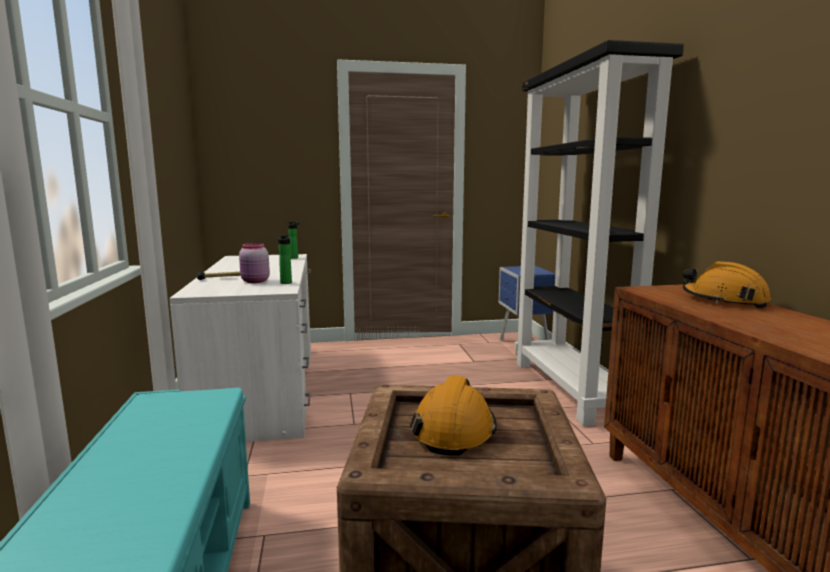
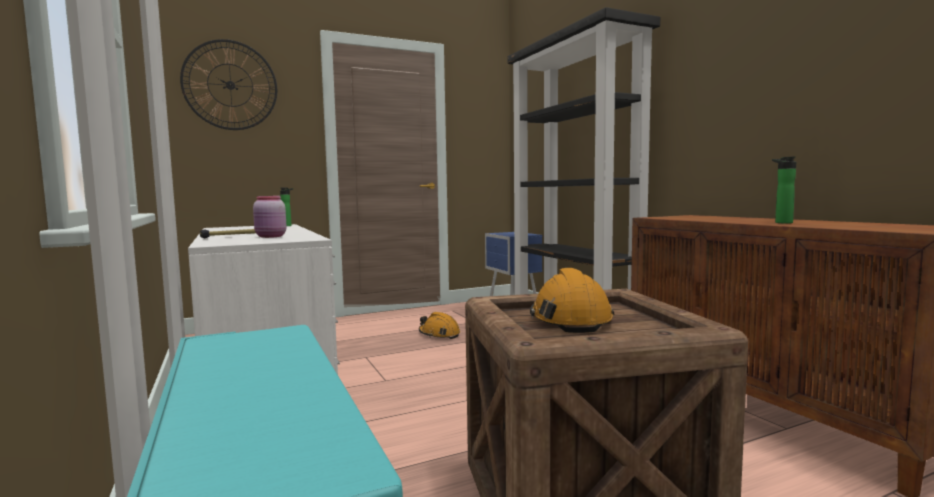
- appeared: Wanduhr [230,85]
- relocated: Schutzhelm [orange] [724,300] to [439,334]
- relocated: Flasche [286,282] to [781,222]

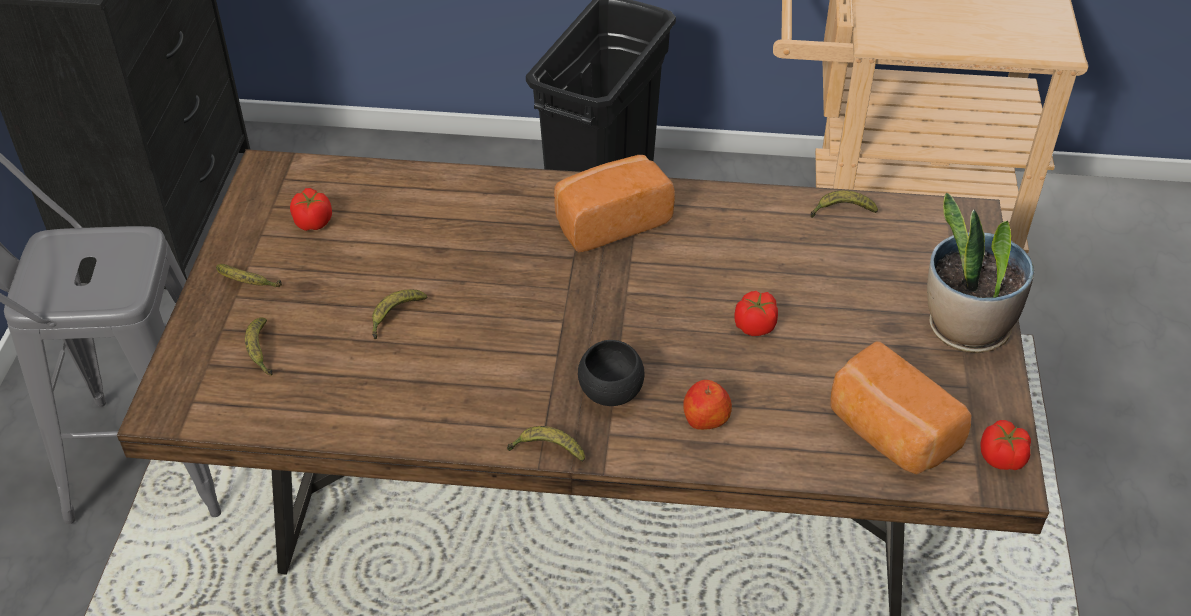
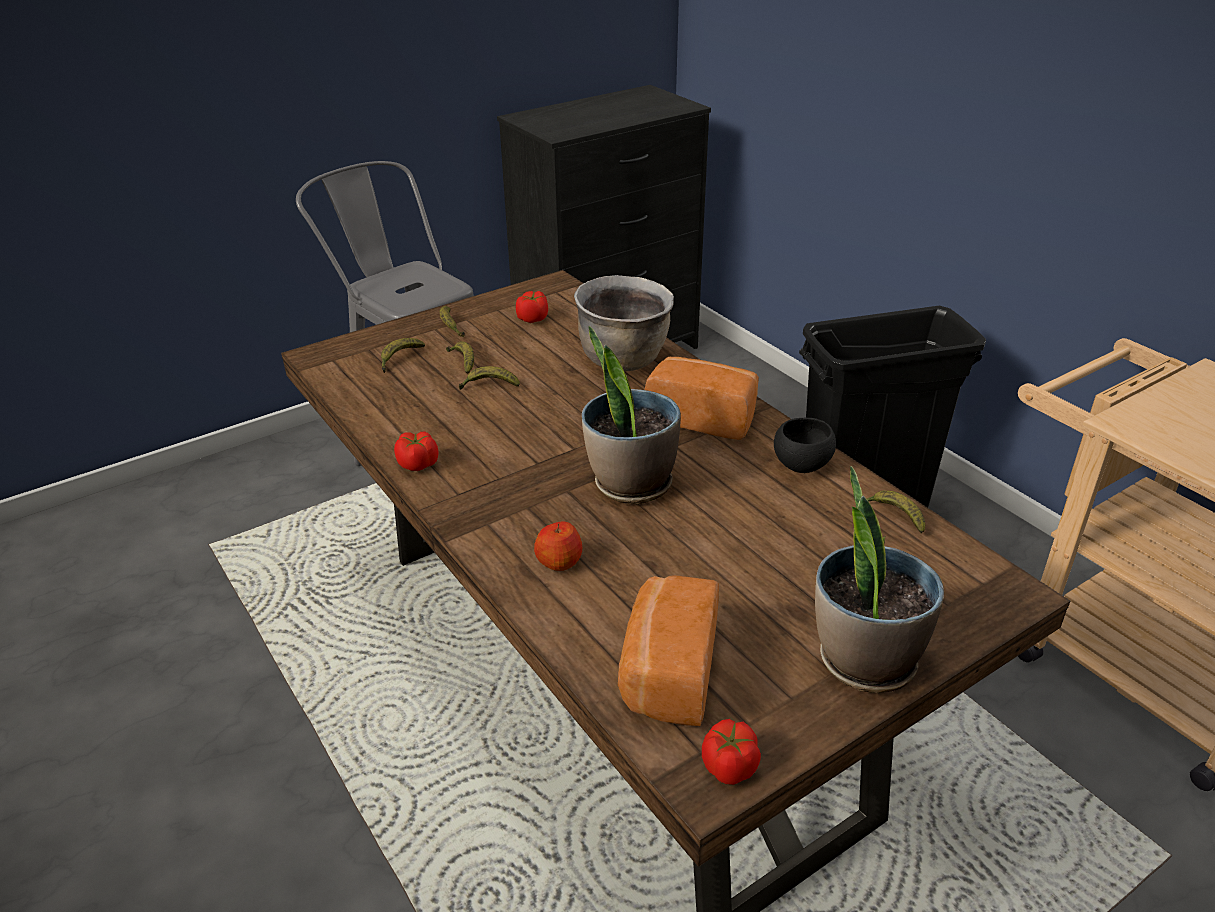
- relocated: Tomate [755,325] to [418,464]
- relocated: Banane [547,450] to [463,362]
- appeared: Kochtopf [braun] [623,359]
- appeared: Topfpflanze [630,484]
- relocated: Schüssel [schwarz] [610,392] to [802,465]

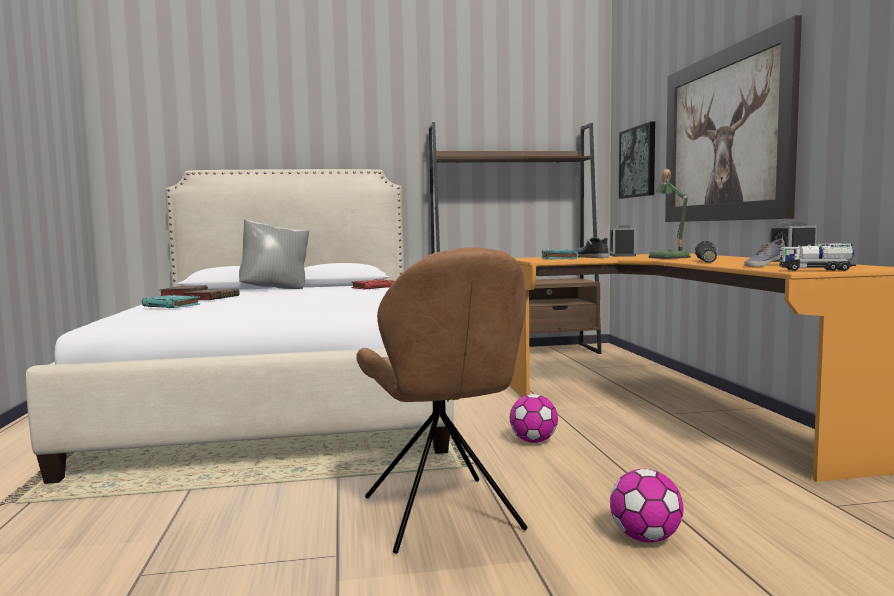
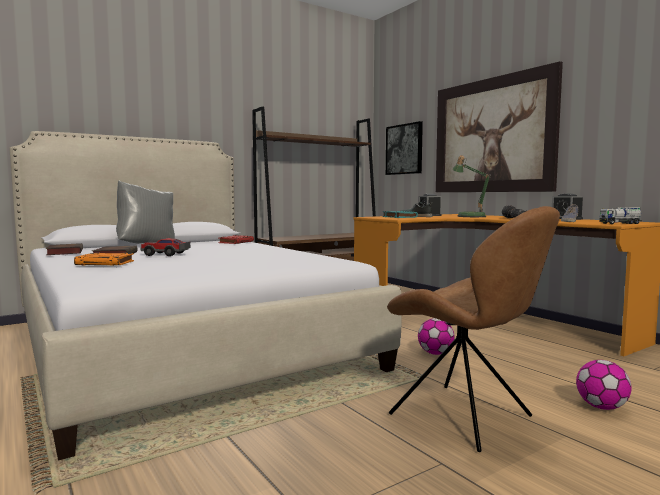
- colour: Buch [türkis] [172,305] to Buch [orange] [105,263]
- appeared: Spielzeugauto [165,254]

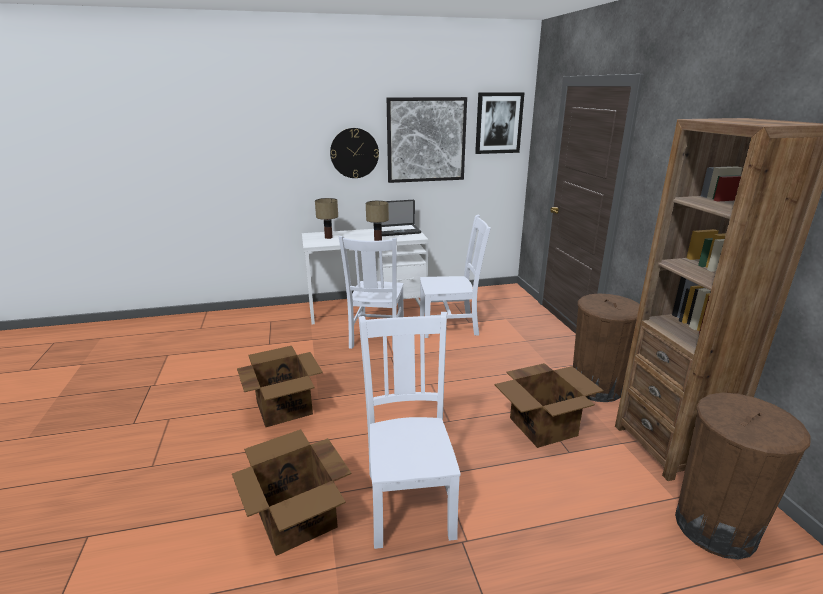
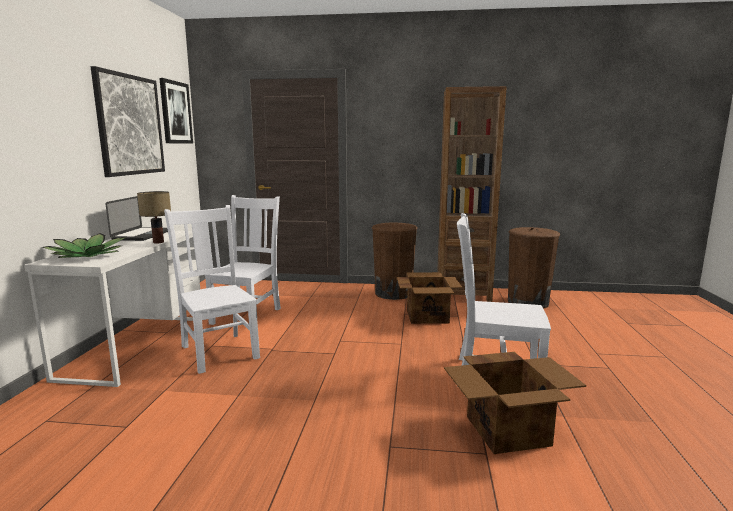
- exchanged: Tischlampe [329,237] to Topfpflanze [89,255]
- spun: Stuhl [weiß] [376,337] = [219,351] 150 degrees counterclockwise
- missing: Karton [284,407]
- missing: Wanduhr [354,153]

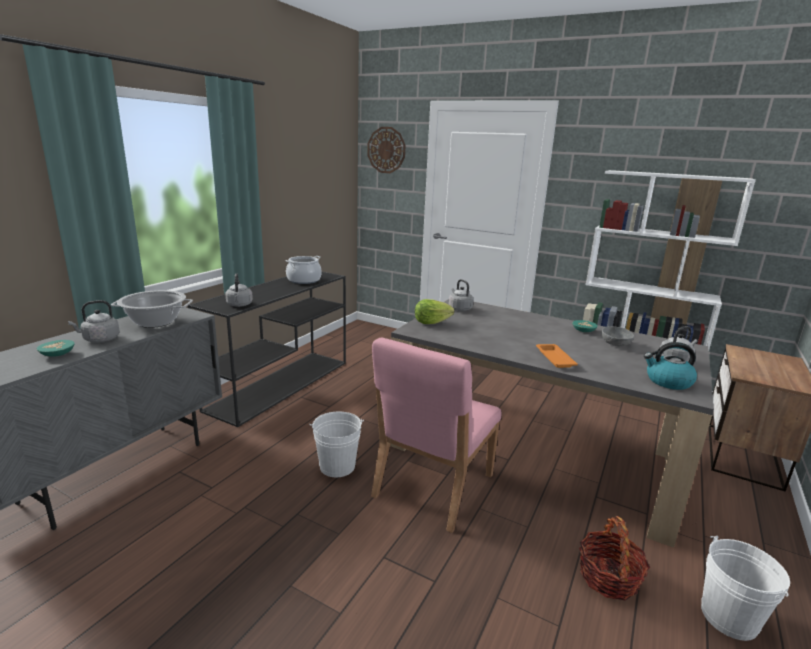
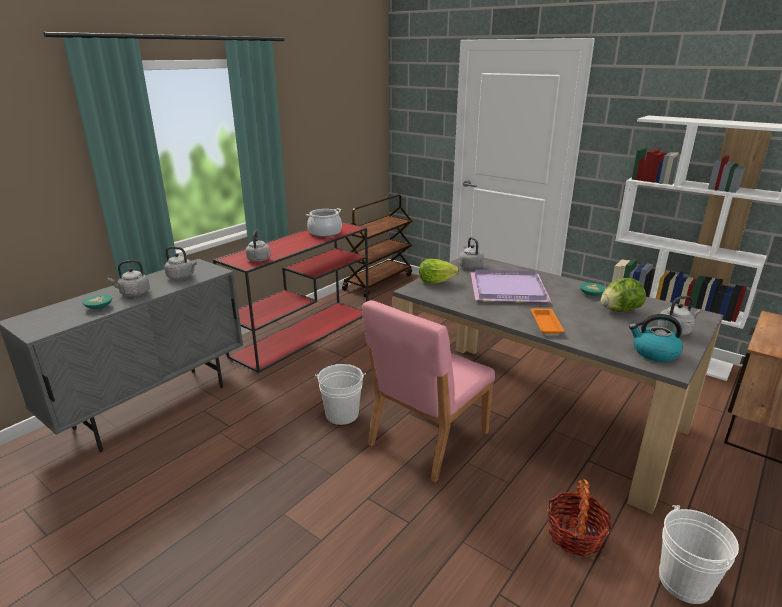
- exchanged: Kochtopf [156,322] to Wasserkessel [grau] [182,277]
- colour: Konsolentisch [schwarz] [281,384] to Konsolentisch [rot] [304,333]
- appeared: Rollwagen [braun] [378,282]
- appeared: Tablett [lila] [509,289]
- exchanged: Schüssel [grau] [616,344] to Salatkopf [619,310]
- missing: Wanduhr [386,150]

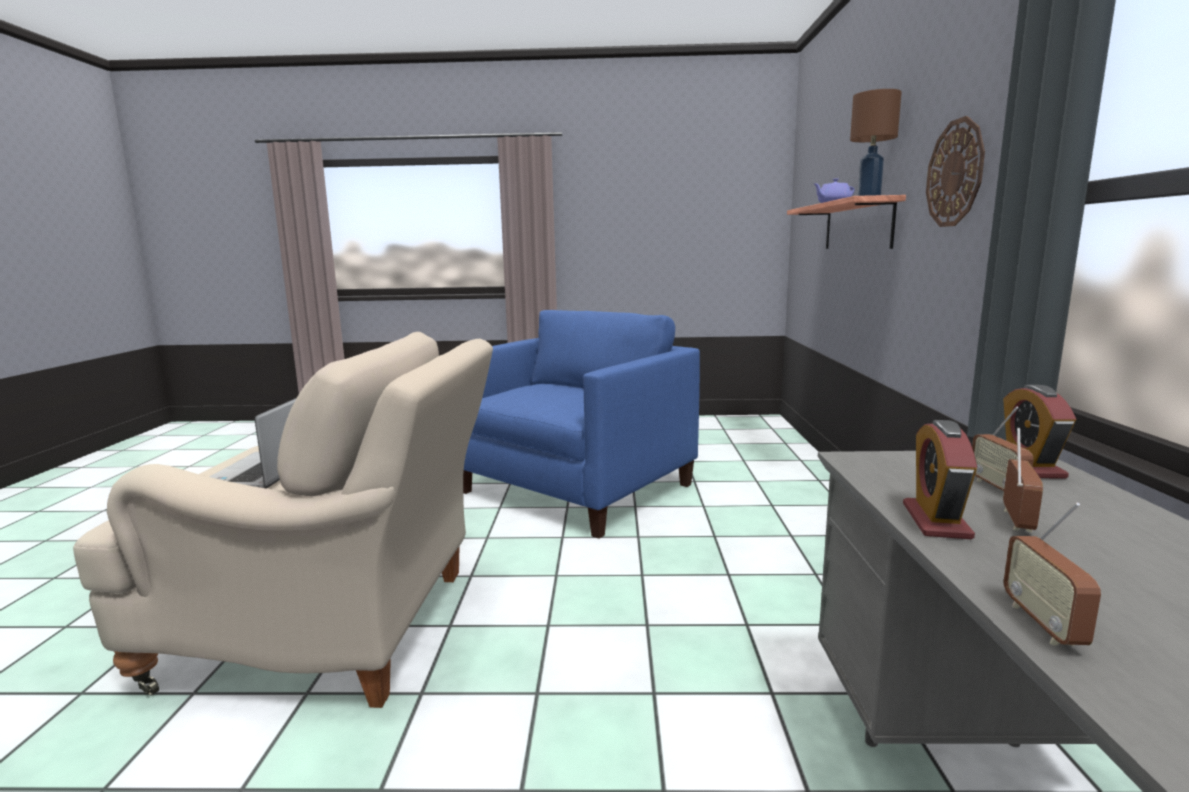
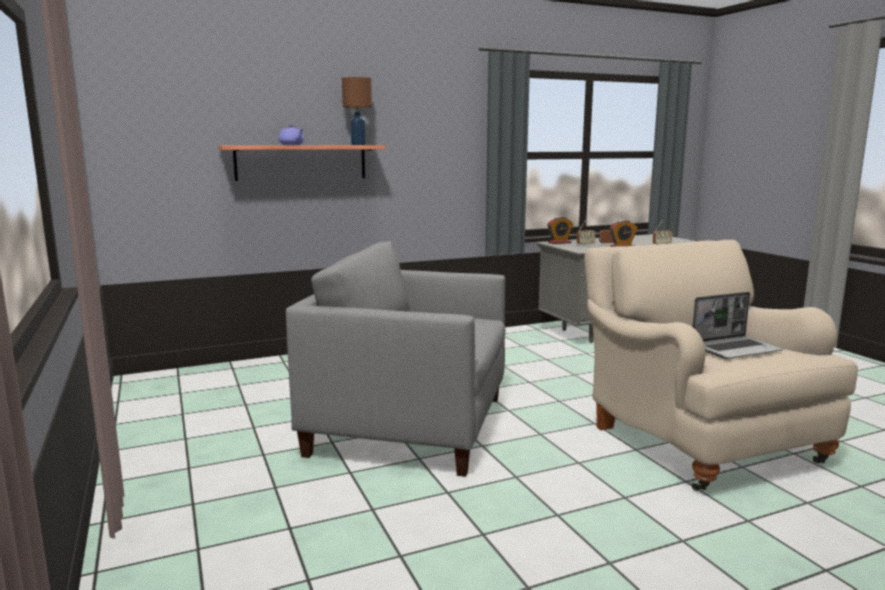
- colour: Sessel [blau] [575,488] to Sessel [grau] [410,425]
- missing: Wanduhr [955,173]

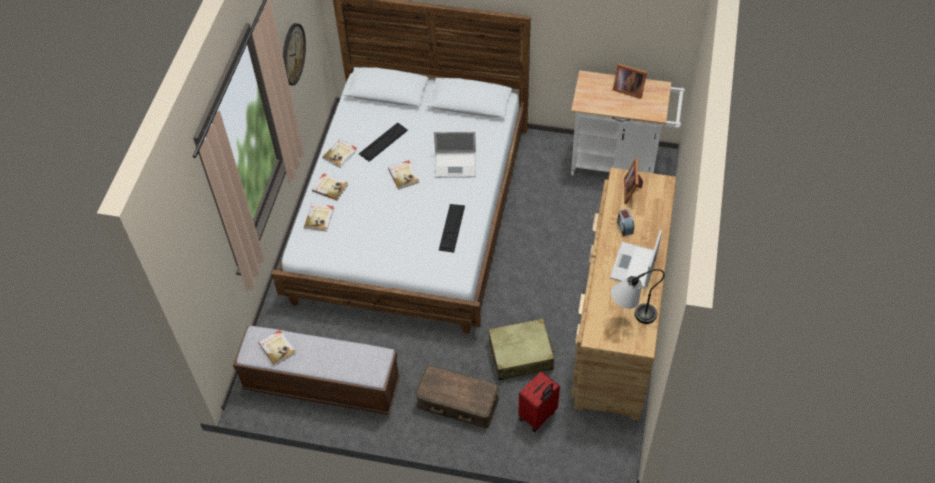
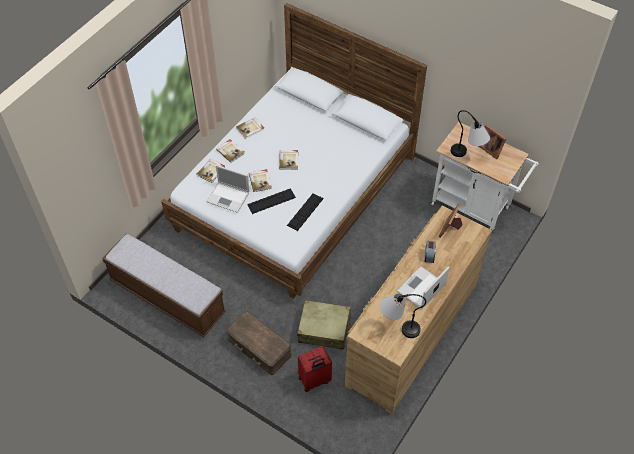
- relocated: Laptop [456,164] to [229,197]
- relocated: Tastatur [383,142] to [271,201]
- relocated: Buch [277,348] to [260,181]
- appeared: Tischlampe [467,156]
- missing: Wanduhr [292,54]

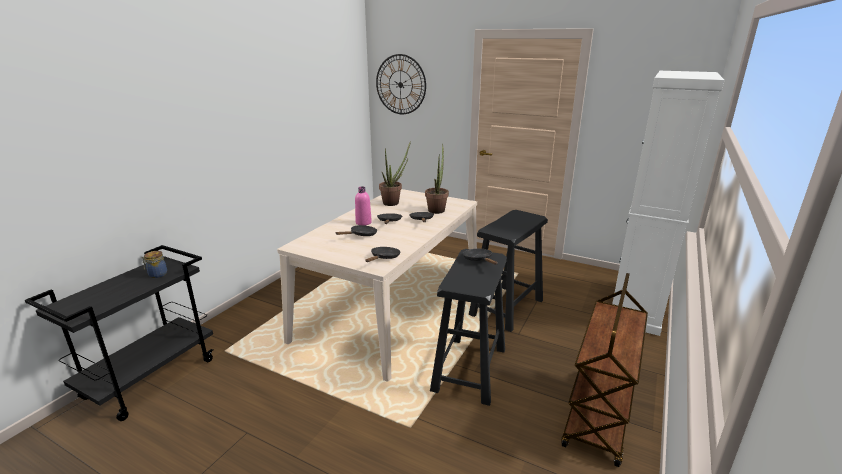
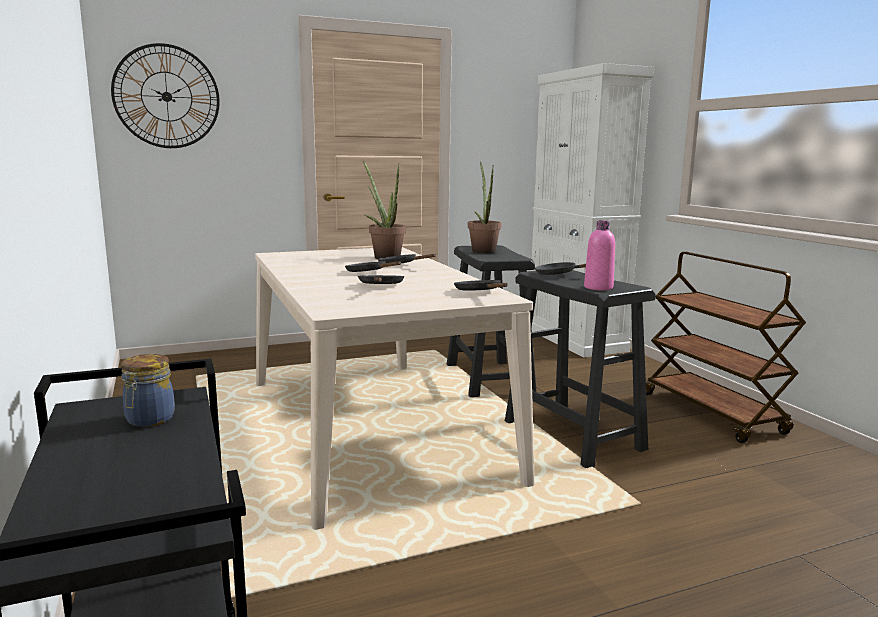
- relocated: Topfpflanze [393,202] to [483,250]
- relocated: Flasche [rosa] [363,223] to [598,287]

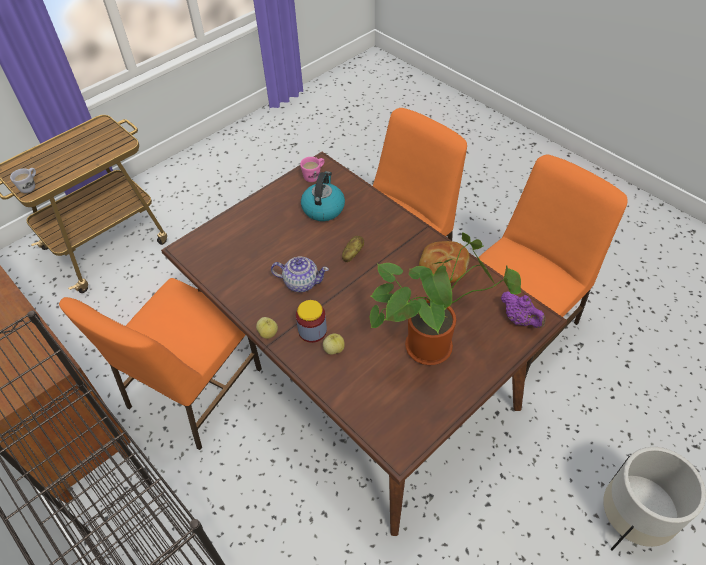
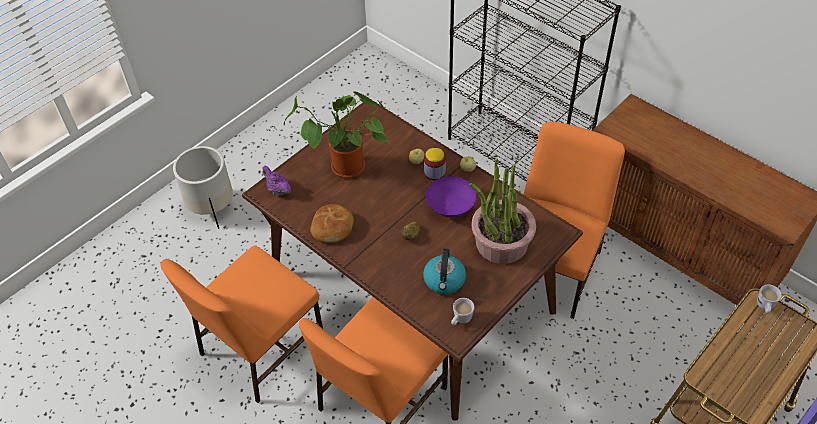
- exchanged: Teekanne [301,282] to Schüssel [lila] [451,208]
- colour: Henkelbecher [rosa] [314,176] to Henkelbecher [weiß] [460,320]
- appeared: Topfpflanze [501,243]

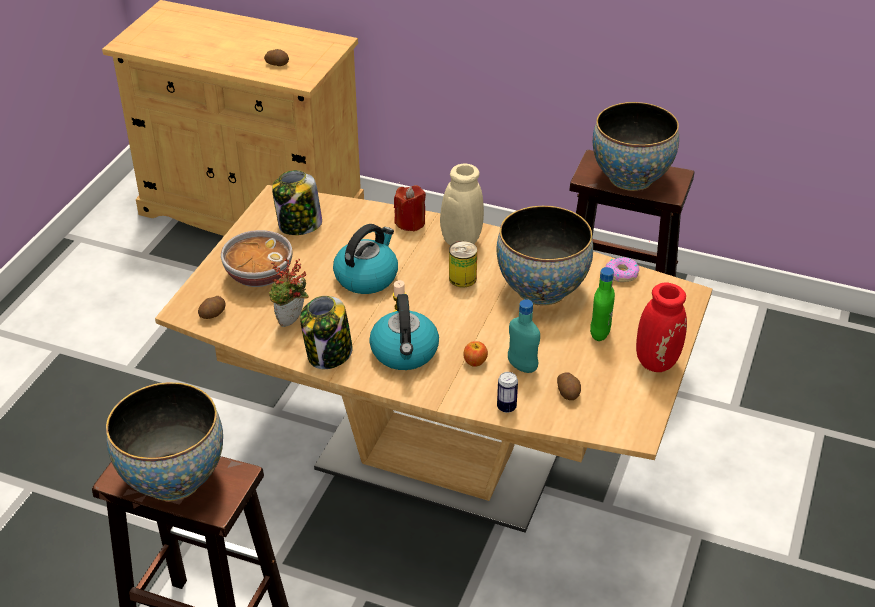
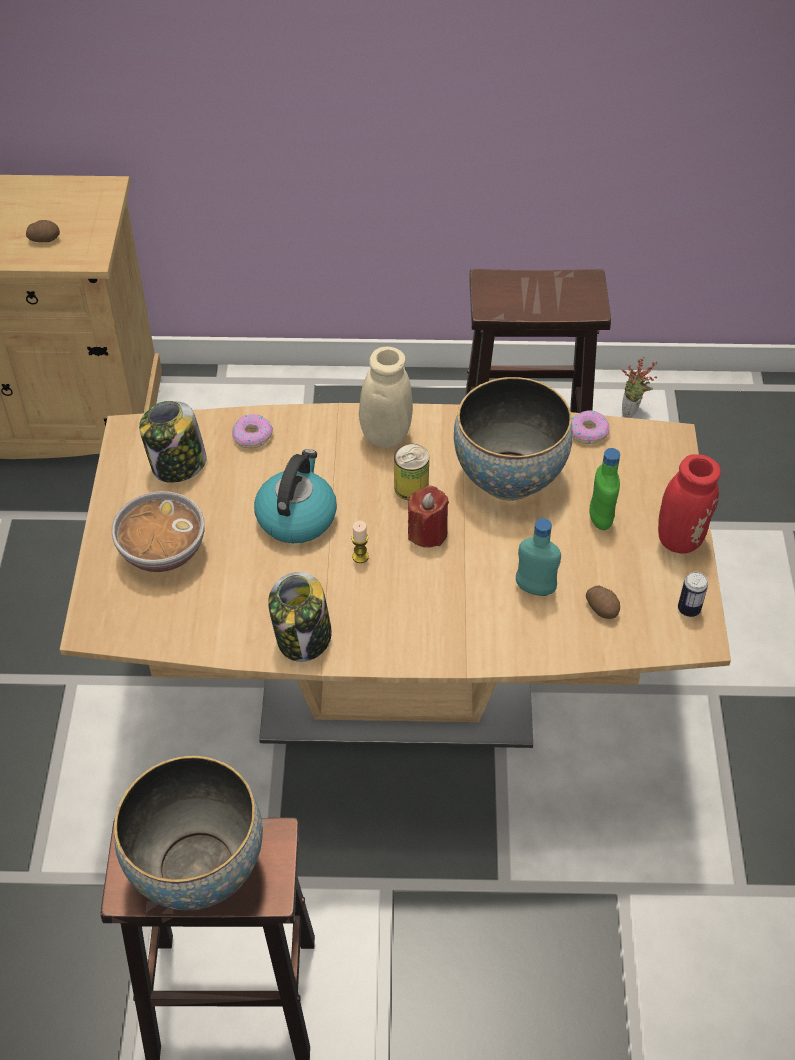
- appeared: Donut [252,436]
- relocated: Kerze [rot] [410,222] to [427,532]
- relocated: Topfpflanze [292,322] to [632,413]
- relocated: Dose [506,407] to [688,609]
- missing: Kartoffel [213,314]
- missing: Wasserkessel [405,352]
- missing: Apfel [475,362]
- missing: Schüssel [630,178]

